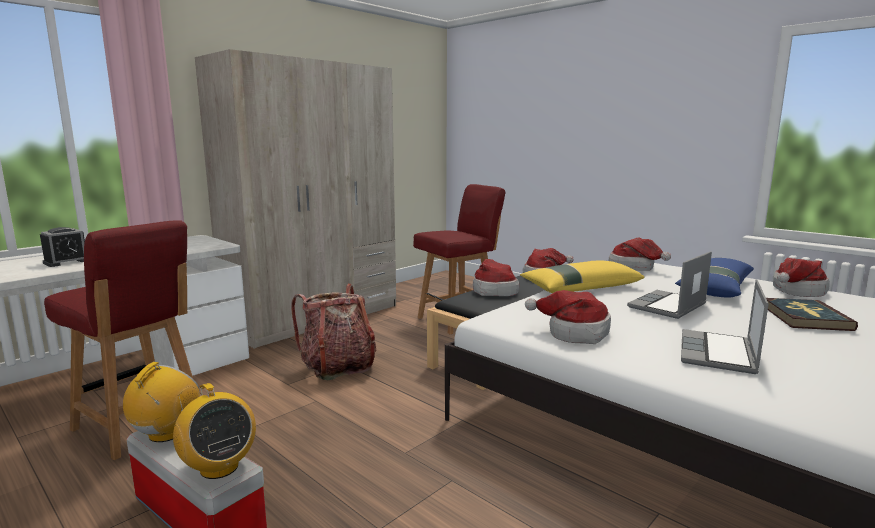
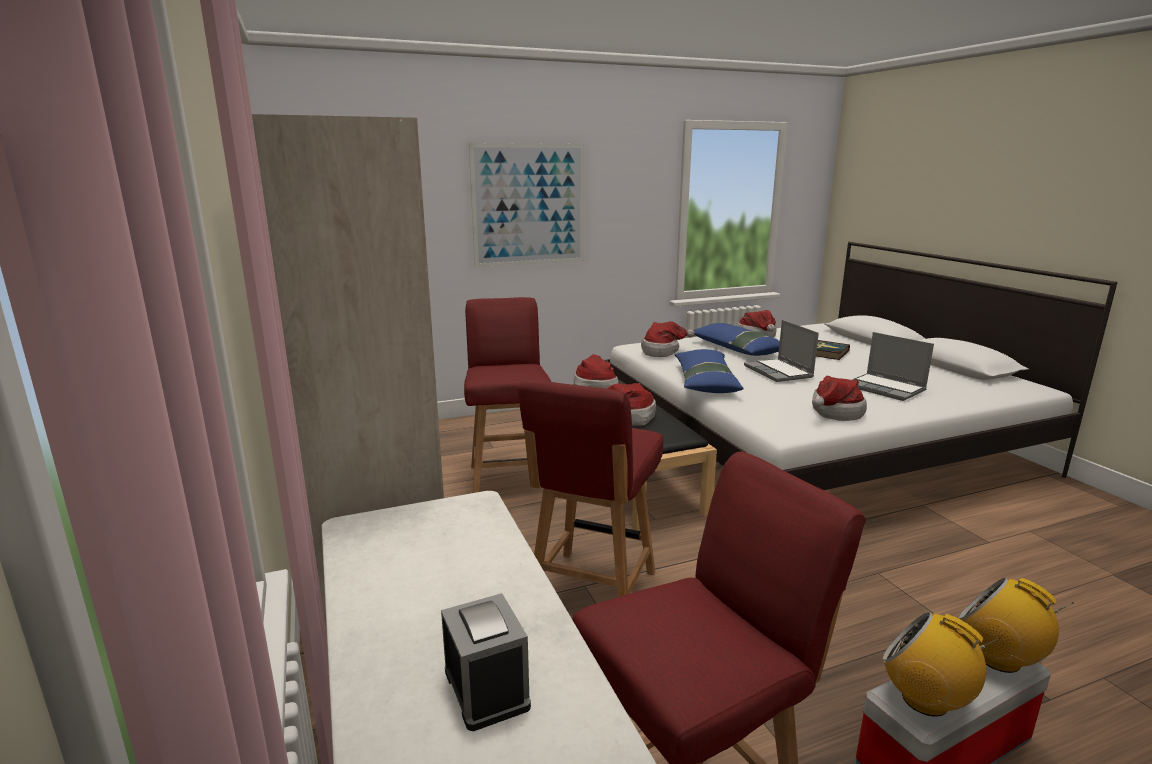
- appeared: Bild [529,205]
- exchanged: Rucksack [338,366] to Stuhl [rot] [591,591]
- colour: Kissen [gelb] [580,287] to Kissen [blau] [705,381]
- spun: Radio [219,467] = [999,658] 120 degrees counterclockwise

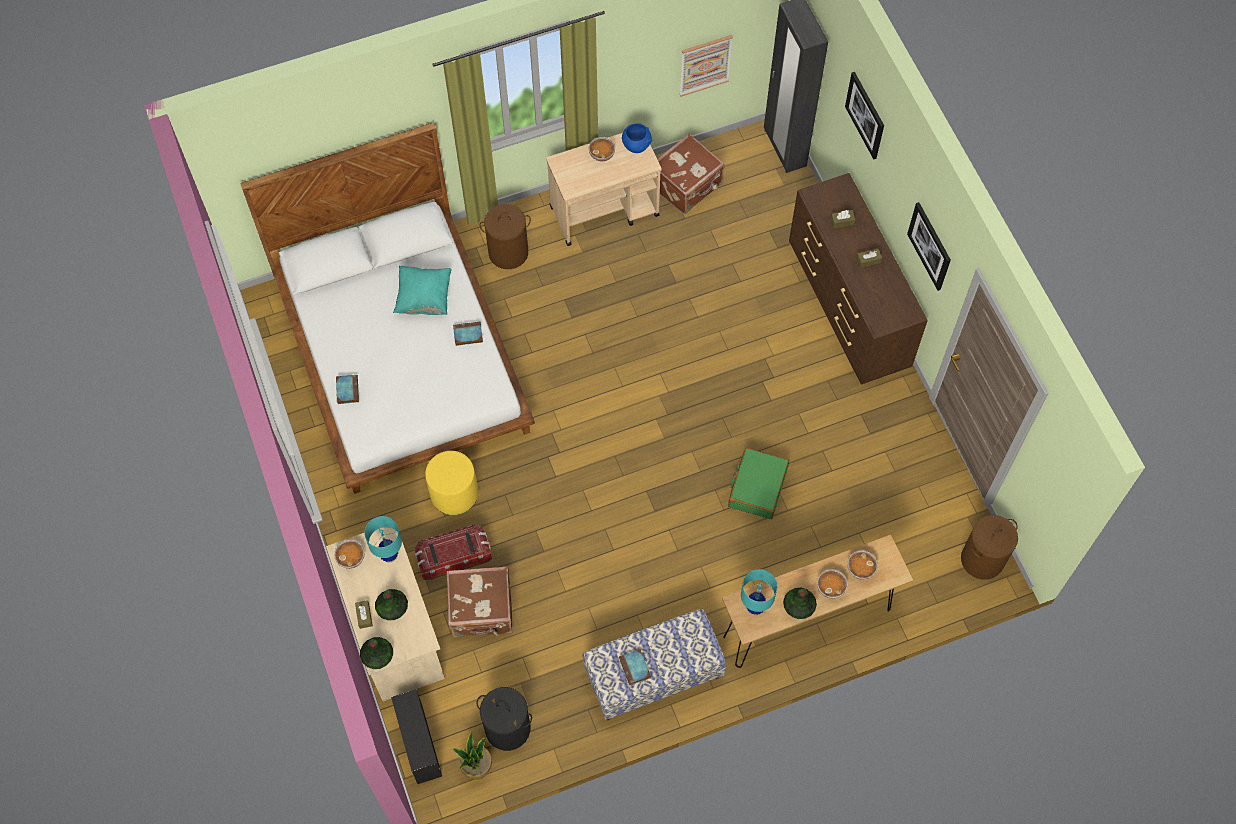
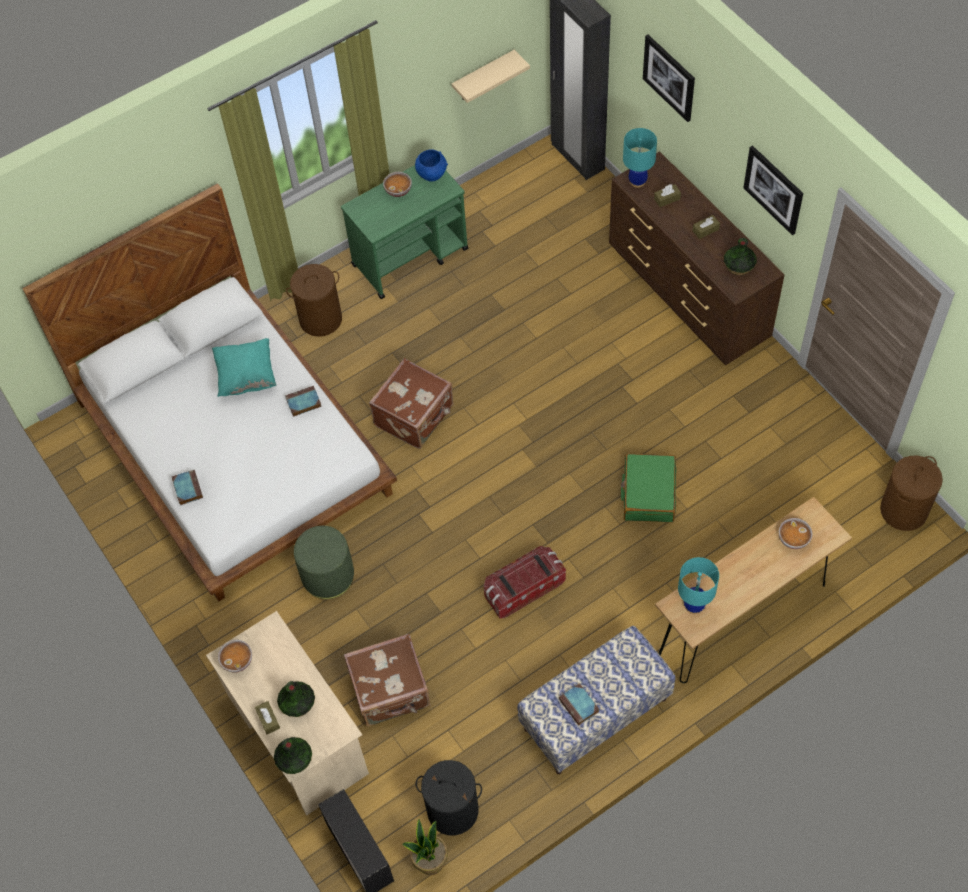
- colour: Polsterhocker [gelb] [454,493] to Polsterhocker [grün] [328,575]
- colour: Rollwagen [beige] [605,211] to Rollwagen [grün] [411,257]
- relocated: Koffer [braun] [687,186] to [415,416]
- exchanged: Bild [705,65] to Wandregal [beige] [483,76]
- relocated: Aufbewahrungsbox [454,558] to [524,589]
- relocated: Tischlampe [türkis] [389,555] to [637,181]
- relocated: Vase [798,607] to [738,266]
- missing: Schüssel [831,587]

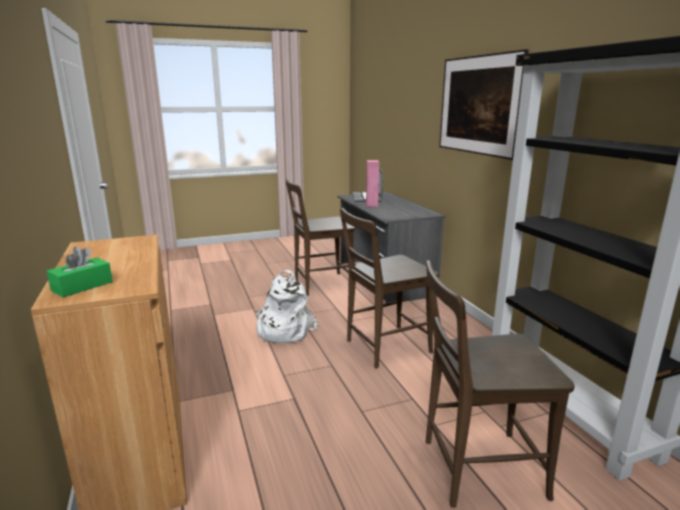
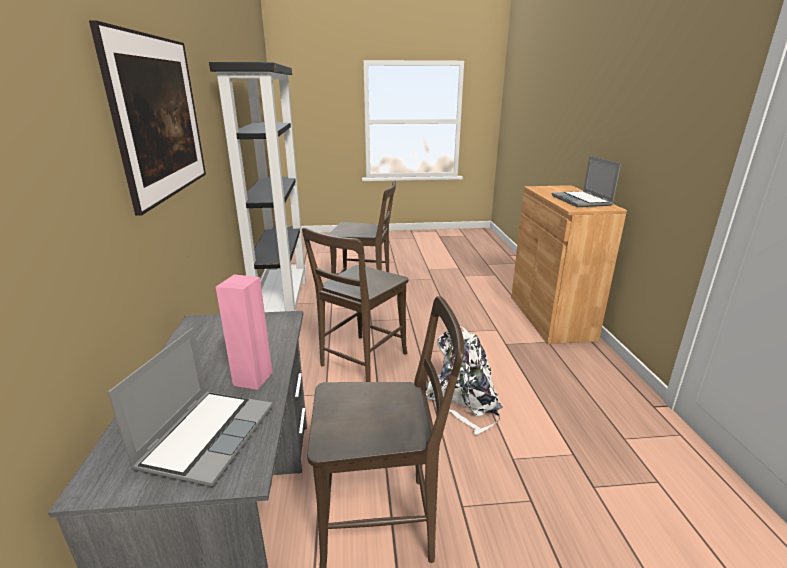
- spun: Stuhl [braun] [384,347] = [361,361] 135 degrees clockwise
- appeared: Laptop [582,201]
- missing: Taschentuchbox [grün] [82,286]

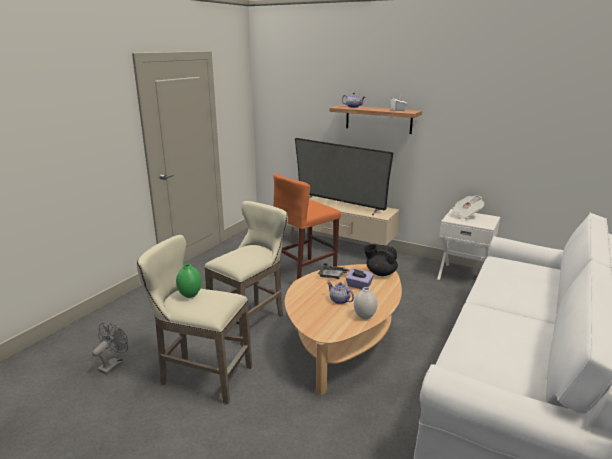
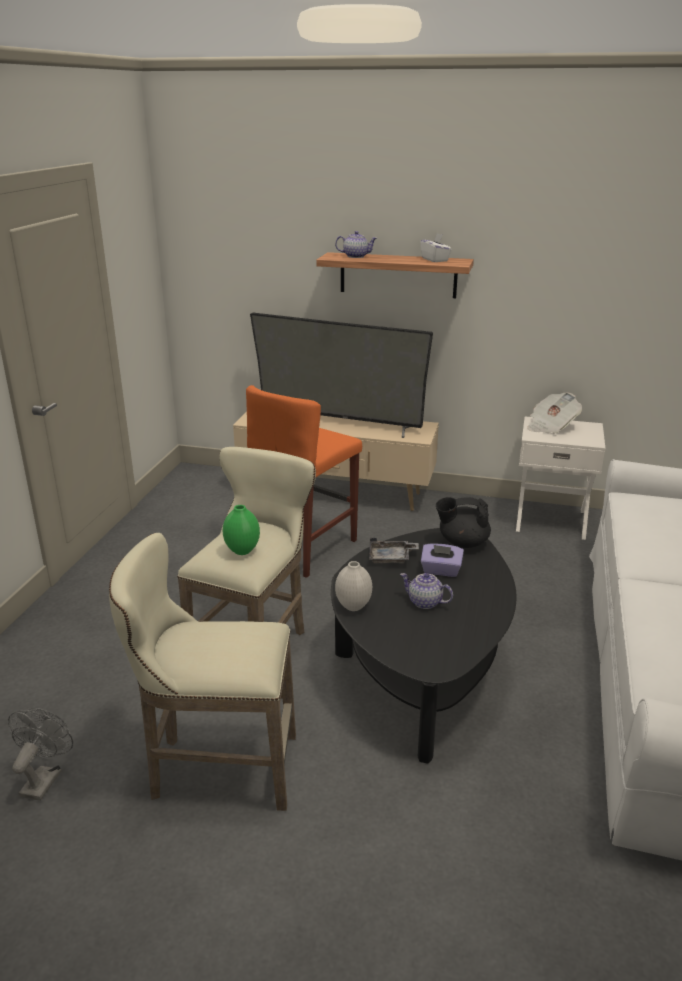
- relocated: Vase [grün] [190,295] to [242,551]
- colour: Couchtisch [beige] [343,343] to Couchtisch [schwarz] [422,666]
- relocated: Vase [weiß] [365,316] to [353,606]

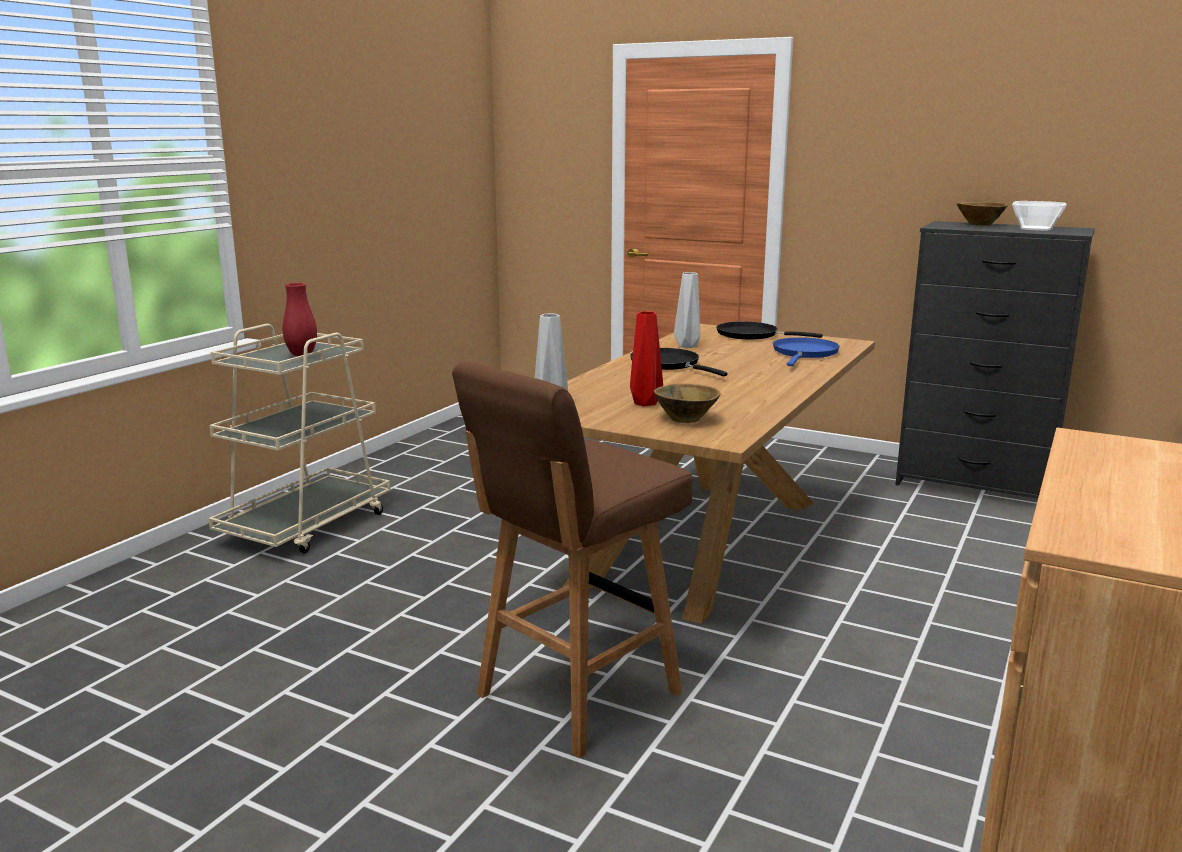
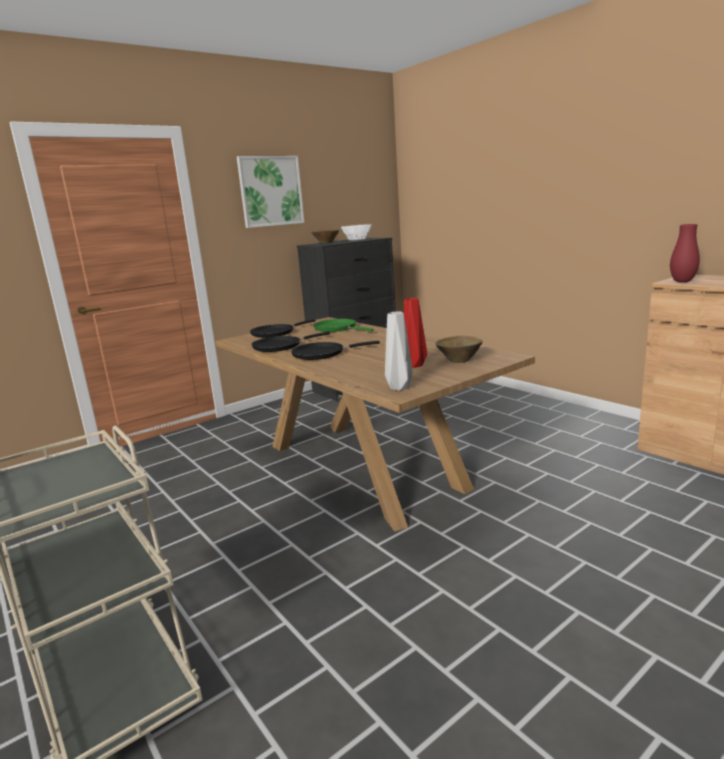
- appeared: Bild [270,191]
- exchanged: Vase [grau] [688,346] to Pfanne [schwarz] [280,346]
- colour: Pfanne [blau] [804,353] to Pfanne [grün] [337,328]
- relocated: Vase [rot] [302,355] to [682,281]
- missing: Hocker [braun] [575,696]

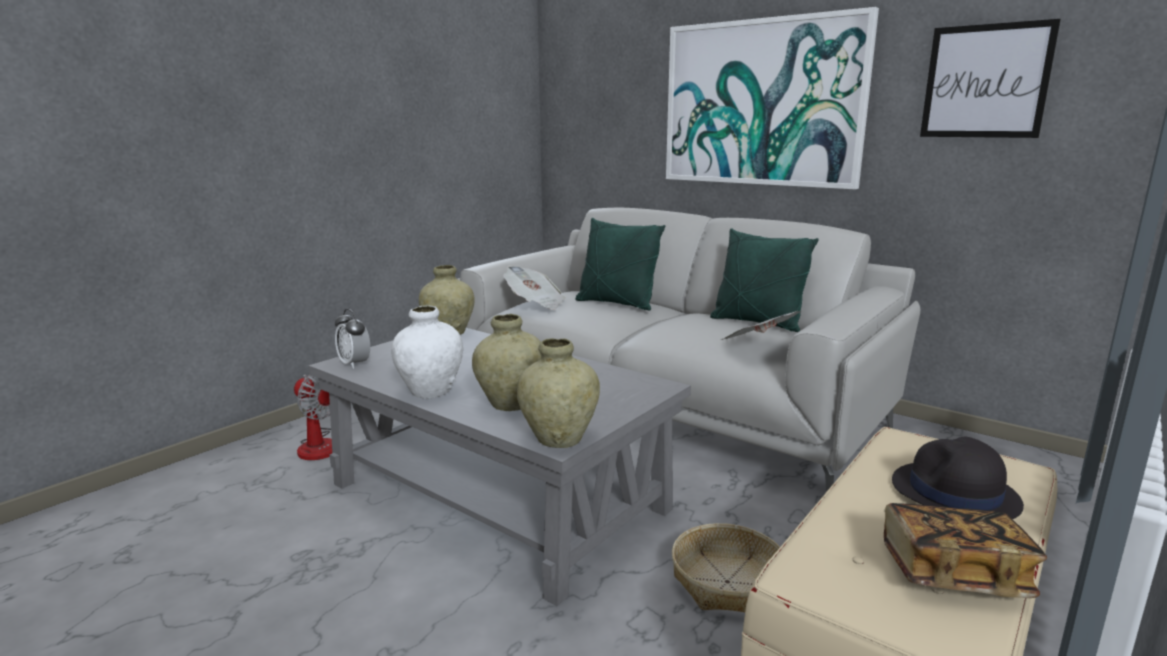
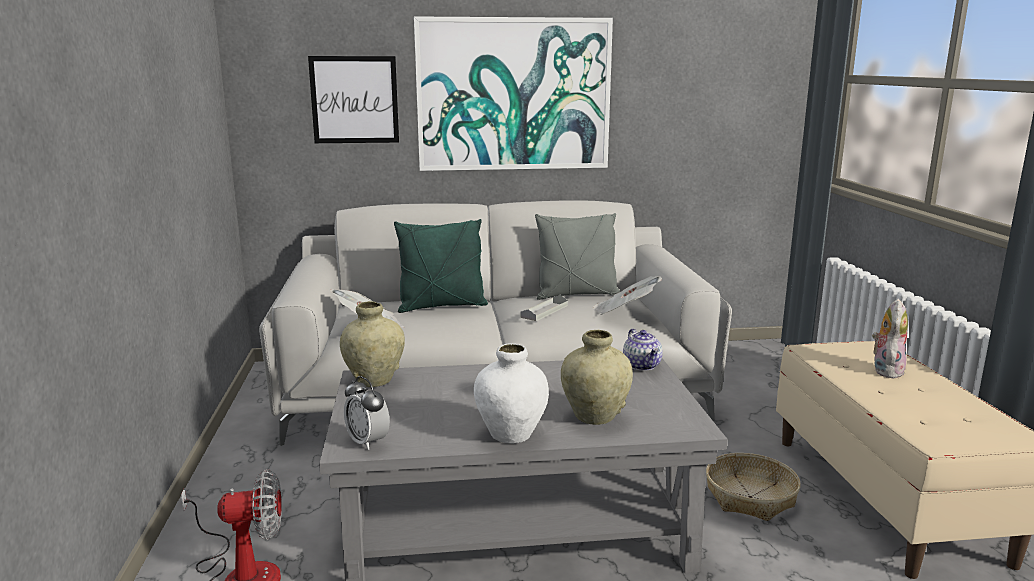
- relocated: Bild [985,81] to [354,100]
- spun: Wecker [354,364] = [368,442] 45 degrees clockwise
- appeared: Tablett [grau] [544,311]
- colour: Kissen [grün] [757,323] to Kissen [grau] [576,294]
- appeared: Teekanne [642,366]
- exchanged: Hut [schwarz] [954,494] to Plüschtier [885,370]
- missing: Vase [beige] [559,438]
- missing: Buch [952,573]

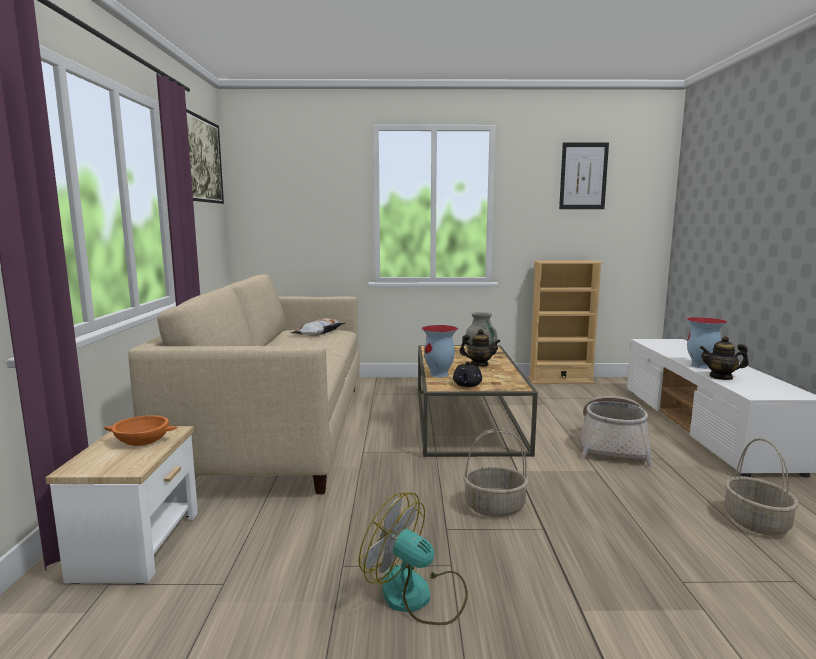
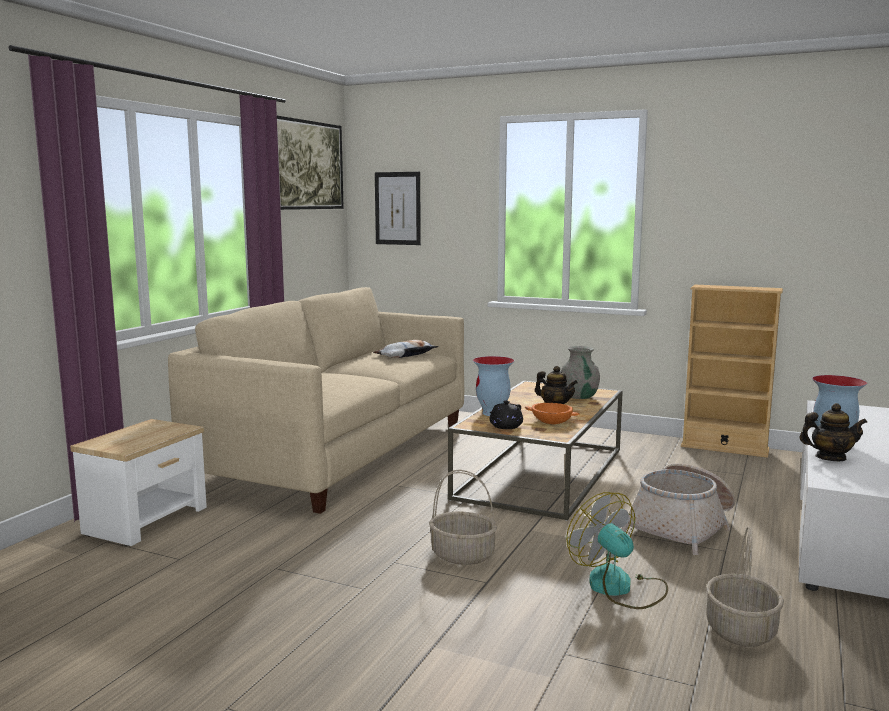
- relocated: Bild [583,176] to [397,208]
- relocated: Schüssel [orange] [143,440] to [552,421]
- relocated: Ventilator [417,596] to [619,587]
- spun: Teekanne [721,377] = [830,458] 150 degrees clockwise

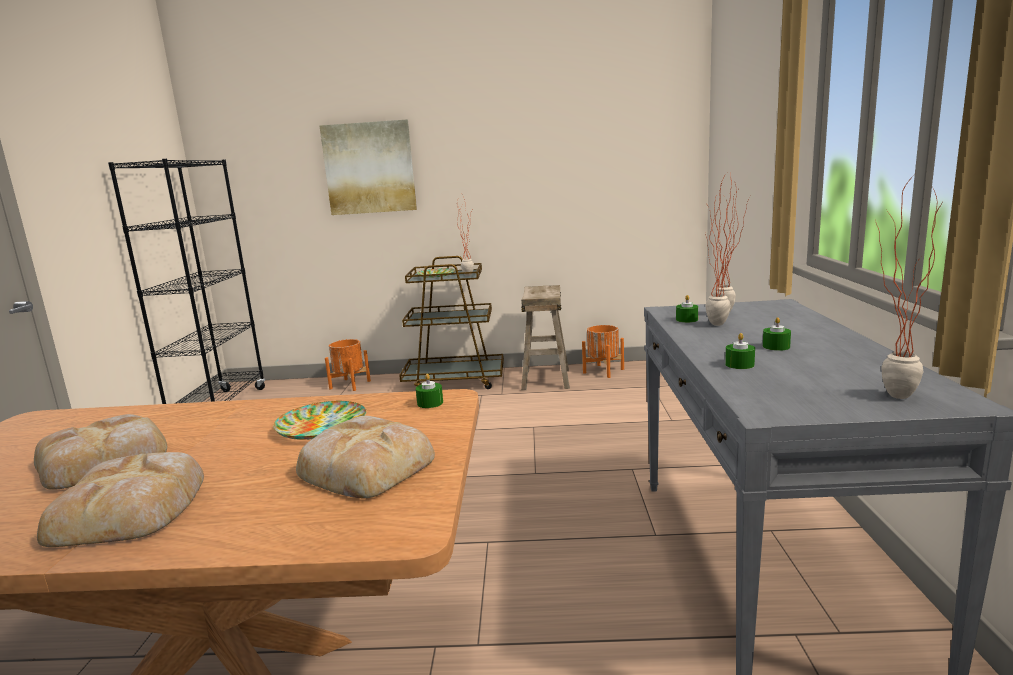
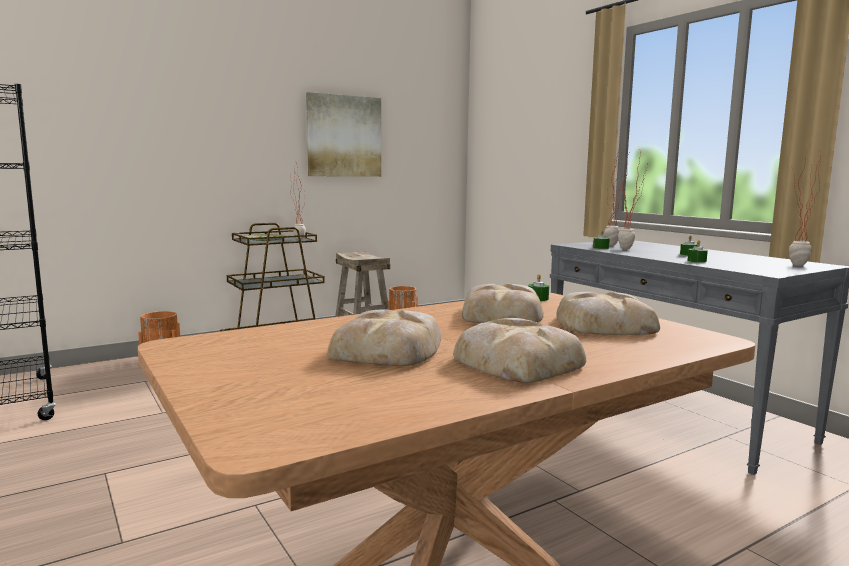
- relocated: Bild [369,168] to [344,136]
- exchanged: Teller [322,426] to Brot [502,315]

